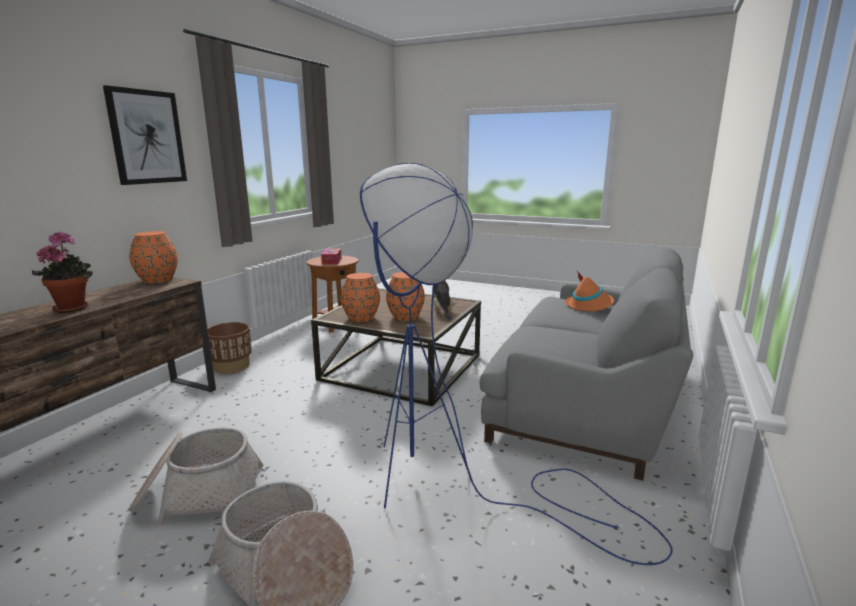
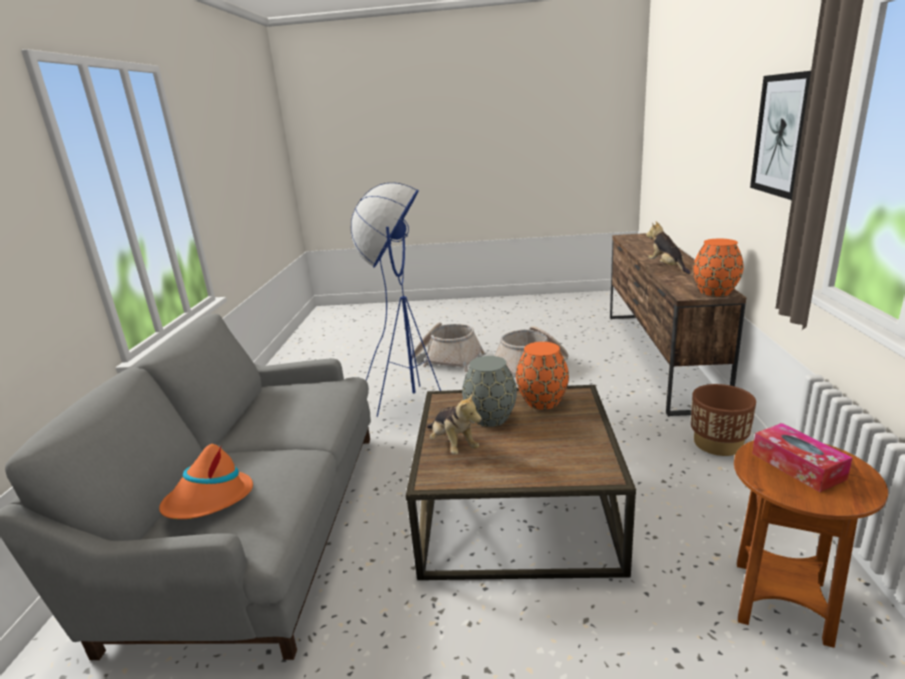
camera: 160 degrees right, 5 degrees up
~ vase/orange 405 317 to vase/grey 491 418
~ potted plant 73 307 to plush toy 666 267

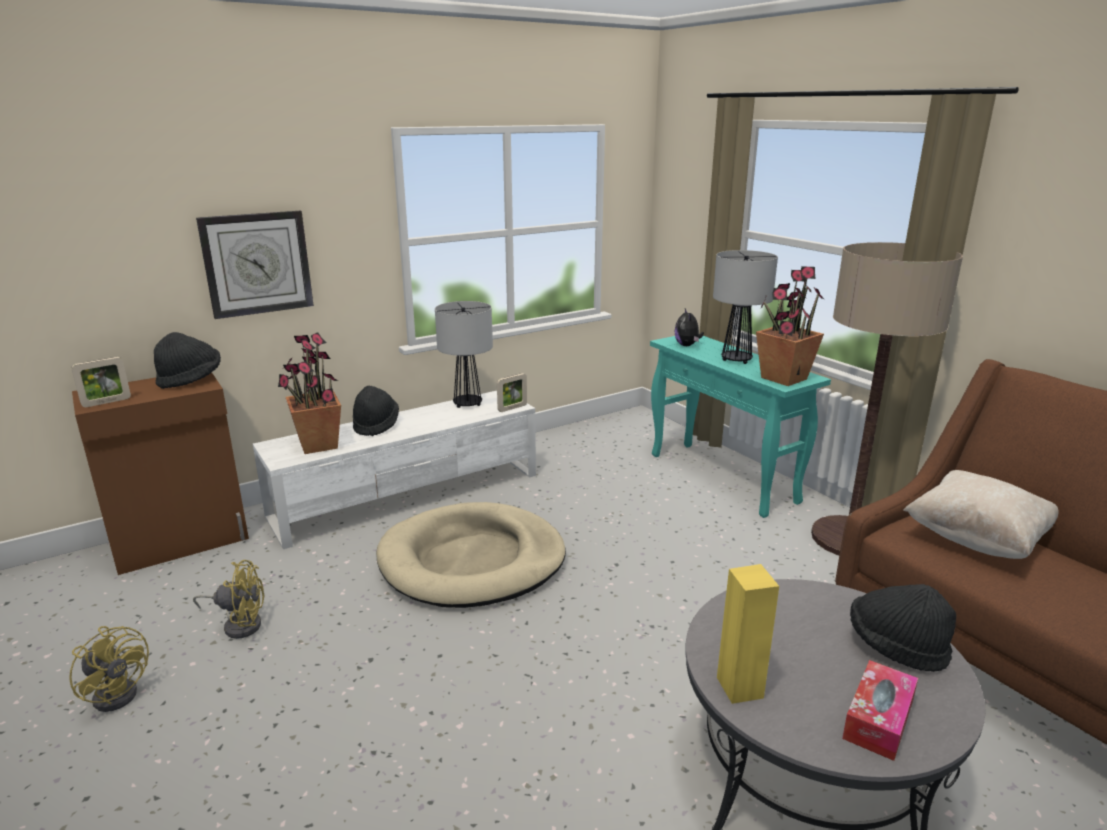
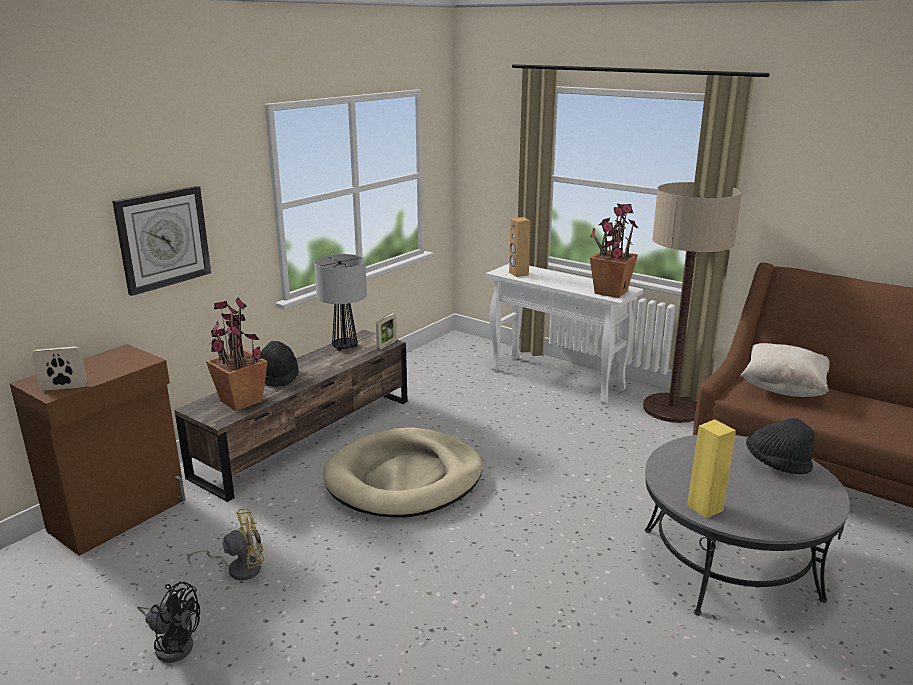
camera: 20 degrees left, 0 degrees up
~ picture frame 106 402 = 64 388 135 degrees counterclockwise
~ fan/yellow 119 691 to fan/black 173 644
~ tv stand/white 409 495 to tv stand/brown 308 436
~ console table/turquoise 723 478 to console table/white 557 379
~ plush toy 687 345 to speaker/brown 518 274
- hat/black 190 379
- table lamp 737 360
- tissue box 878 719

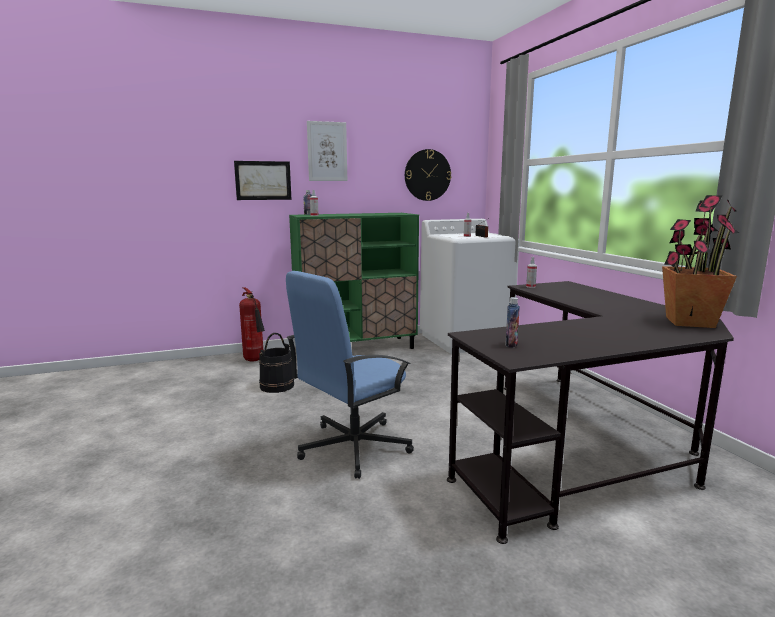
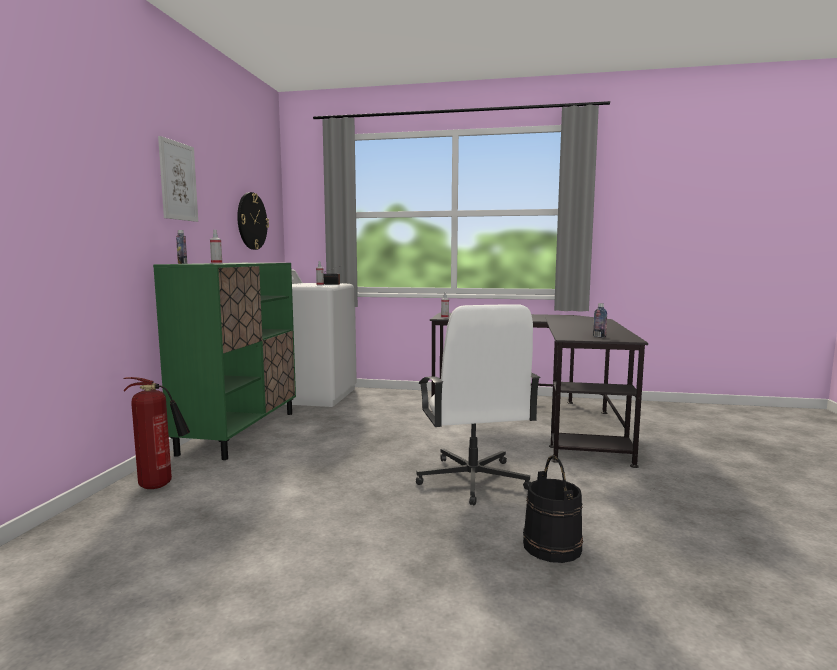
camera: 60 degrees left, 5 degrees down
~ office chair/blue 352 447 to office chair/white 472 480
~ bucket/black 277 386 to 552 546
- picture 263 180
- potted plant 689 322

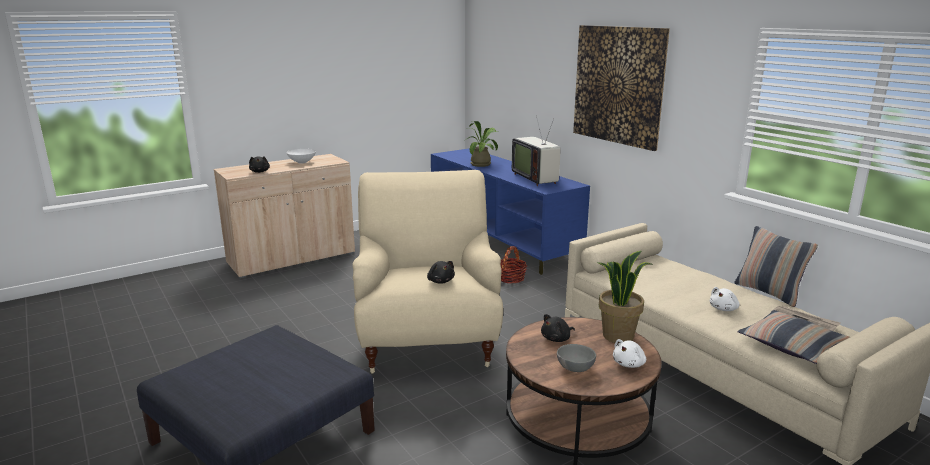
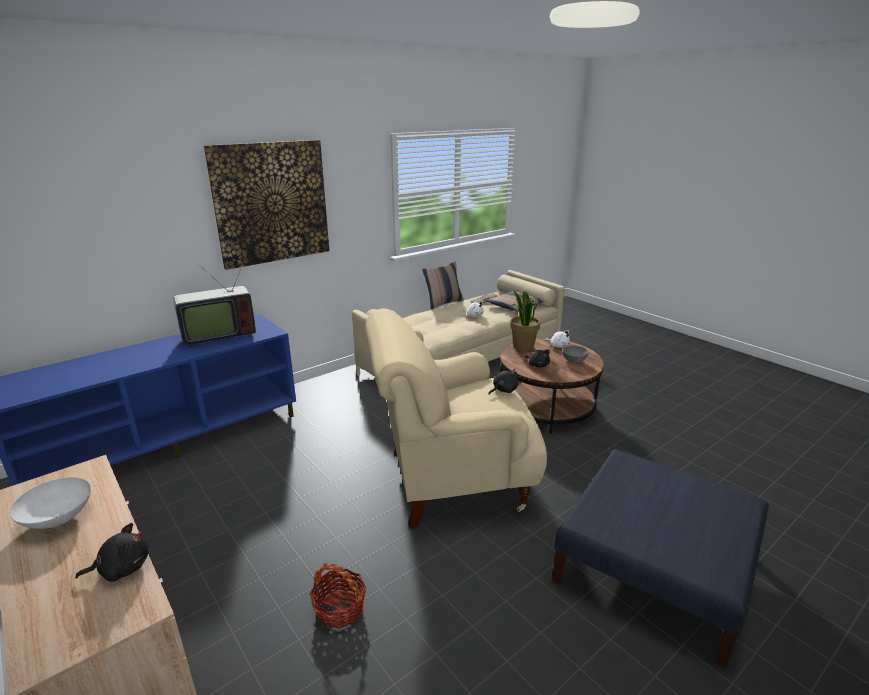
camera: 95 degrees left, 5 degrees up
~ basket 510 278 to 339 608
- potted plant 482 164

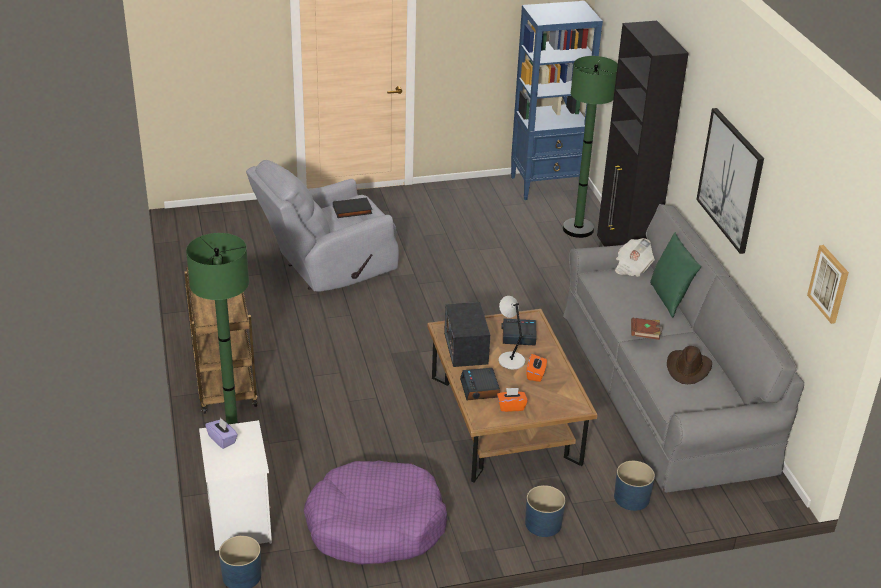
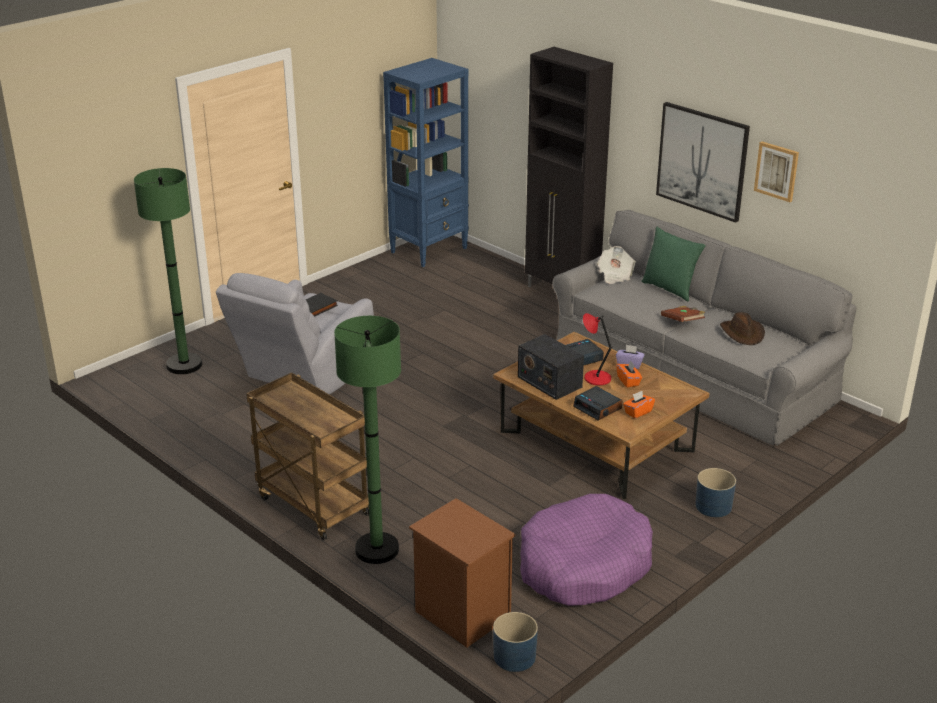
camera: 30 degrees left, 5 degrees down
~ floor lamp/green 578 229 to 184 365
~ nightstand/white 238 521 to nightstand/brown 460 614
~ table lamp/grey 510 360 to table lamp/red 595 378
~ tissue box/purple 222 439 to 629 364
~ picture 829 283 to 777 171
- planter/blue 631 498

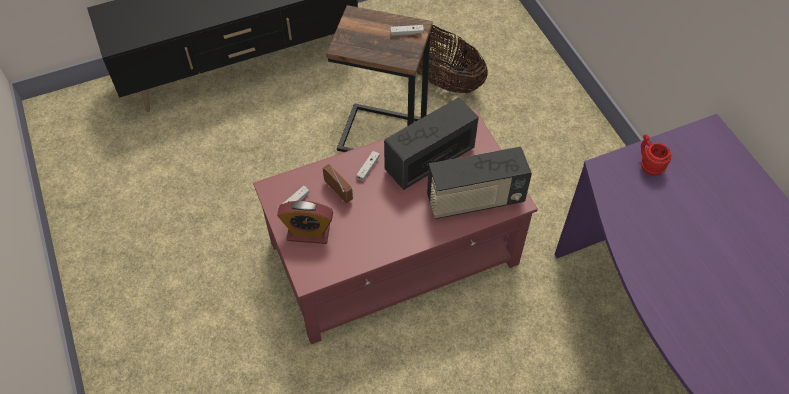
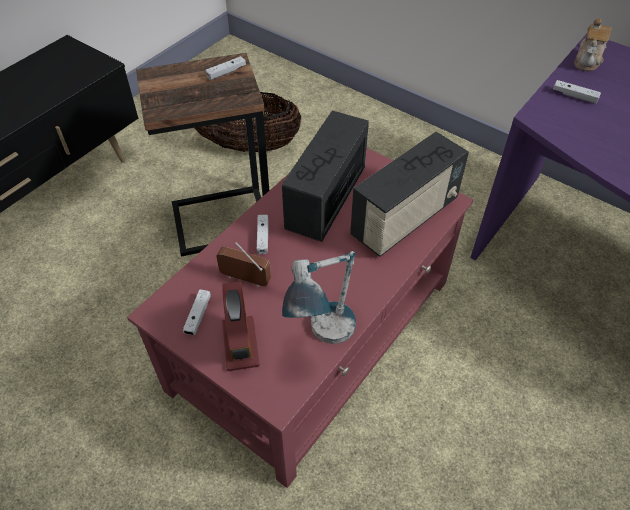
camera: 30 degrees left, 5 degrees down
~ alarm clock 308 233 = 240 344 75 degrees counterclockwise
+ table lamp 323 340
~ mug/red 648 165 to game controller/white 574 96
+ teapot 588 60

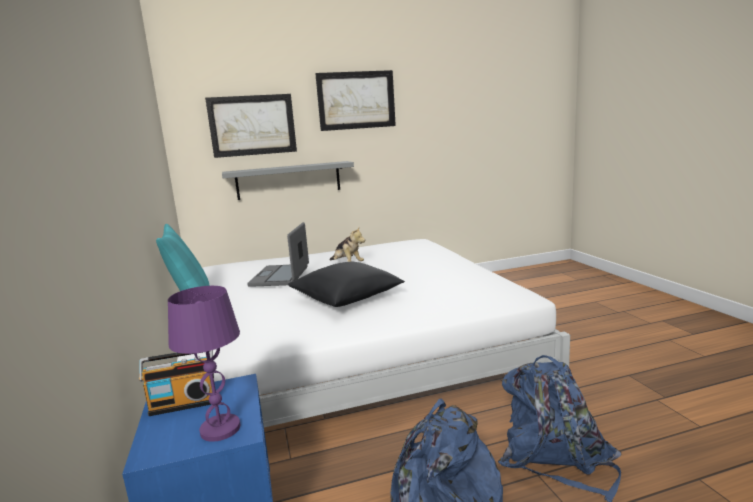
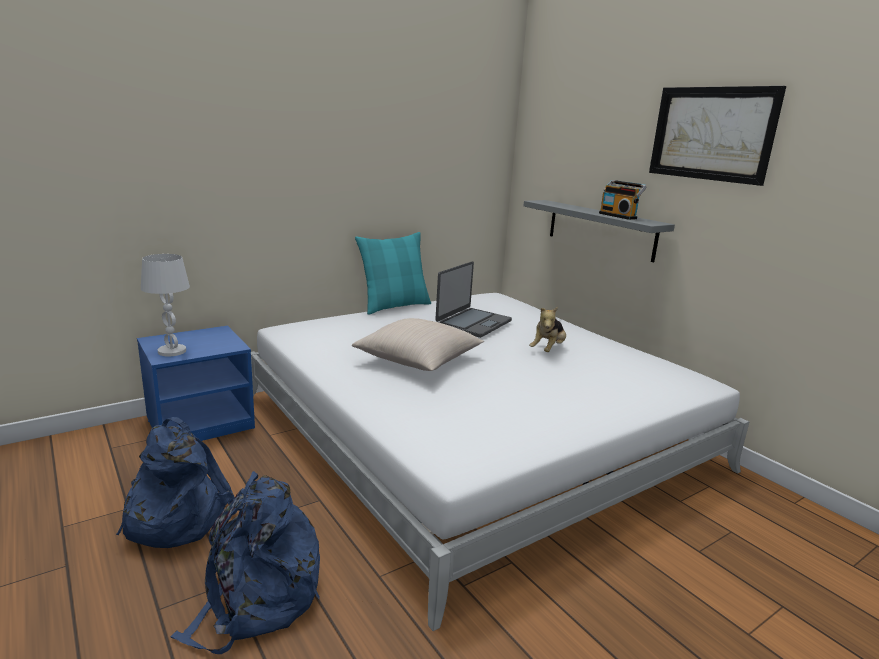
camera: 70 degrees right, 5 degrees up
~ table lamp/purple 220 428 to table lamp/white 172 351
~ pillow/black 346 298 to pillow/beige 418 360
~ laptop 281 276 = 473 323 135 degrees clockwise
~ radio 183 403 to 619 216
- picture 252 125

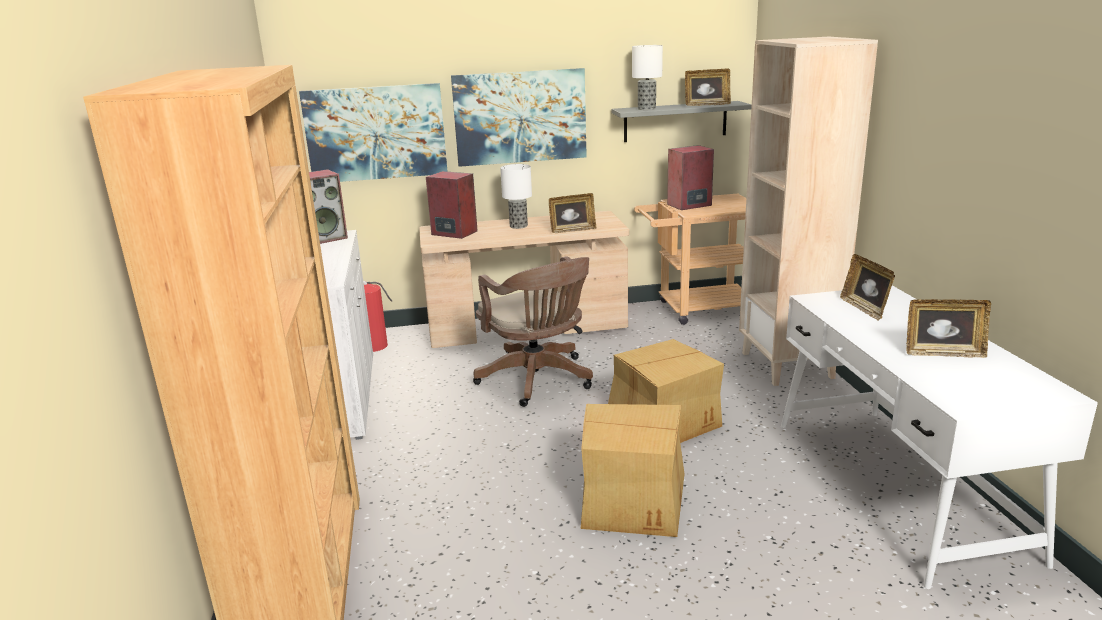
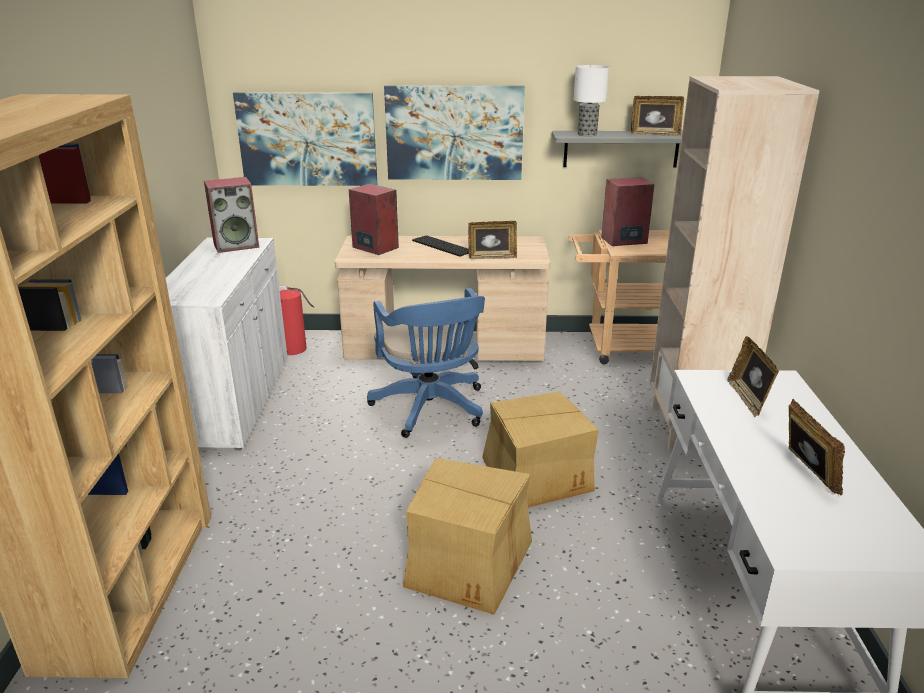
camera: 10 degrees right, 5 degrees up
~ office chair/brown 538 381 to office chair/blue 431 410
~ table lamp 518 226 to keyboard 441 246
~ picture frame 943 353 = 806 473 120 degrees counterclockwise

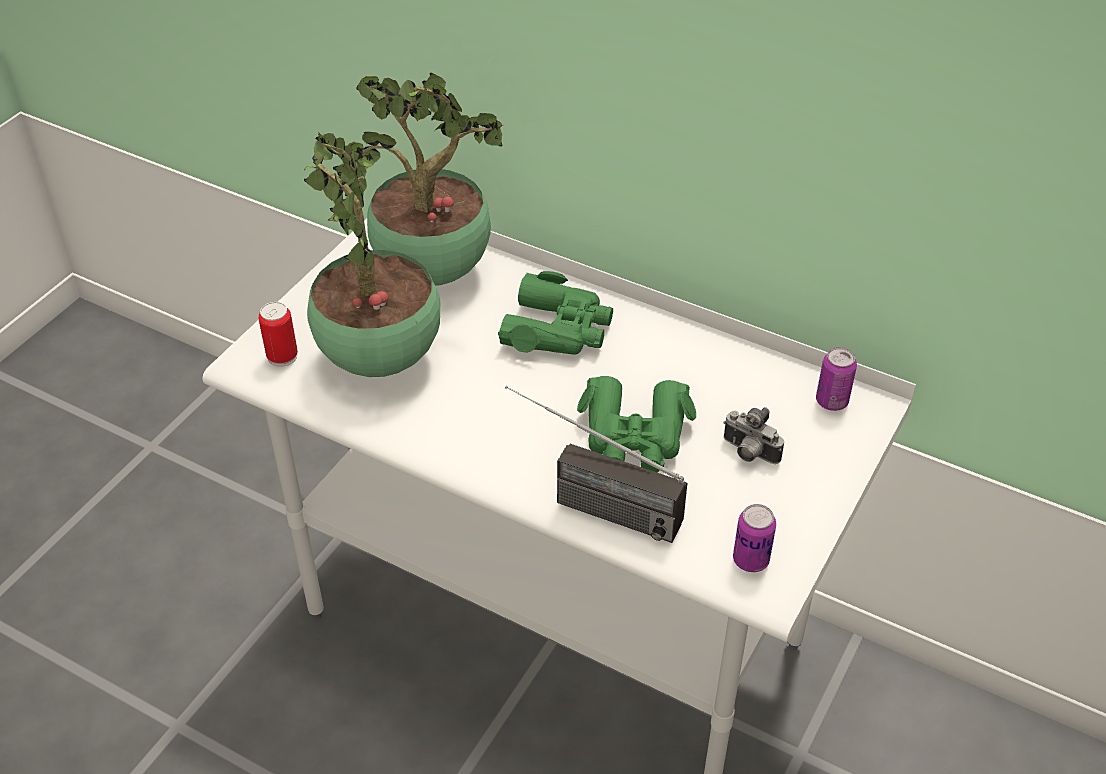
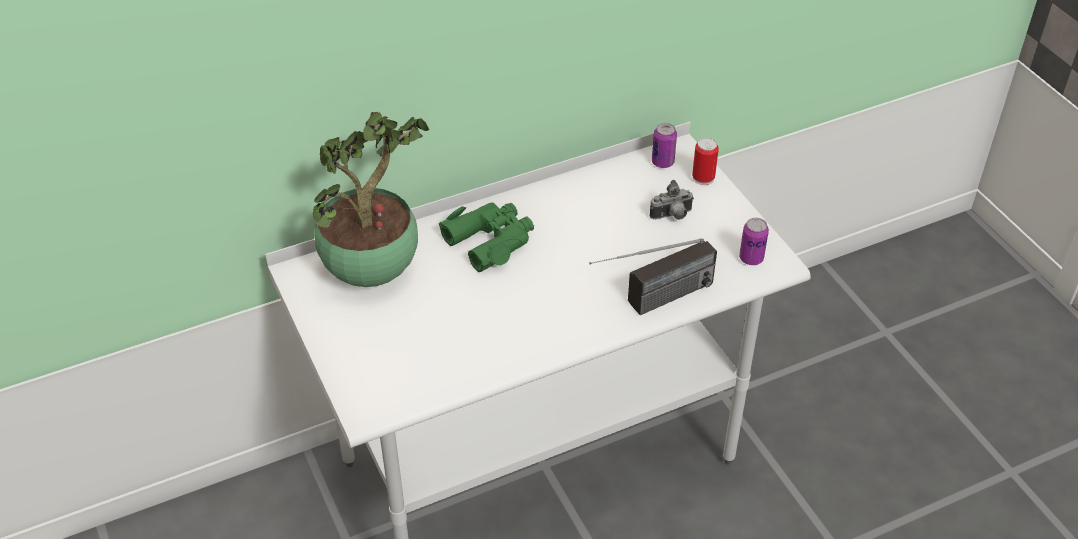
camera: 55 degrees left, 0 degrees up
~ can 282 356 to 703 178
- potted plant 381 361
- binoculars/green 635 436

